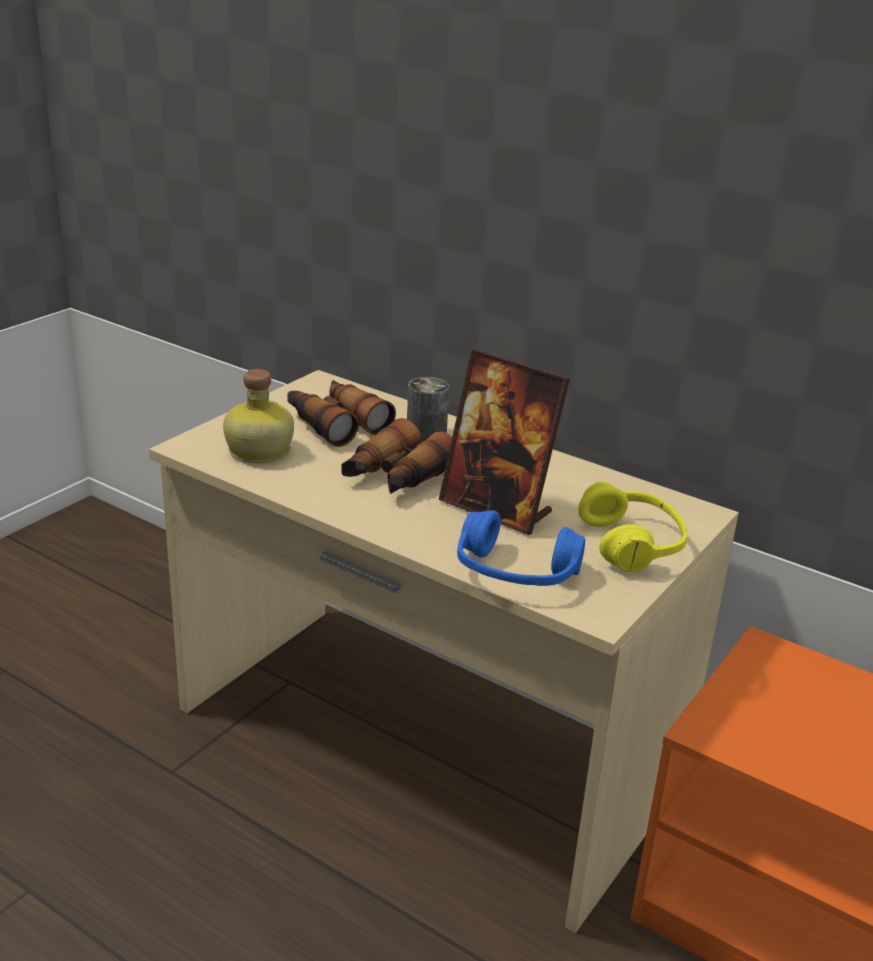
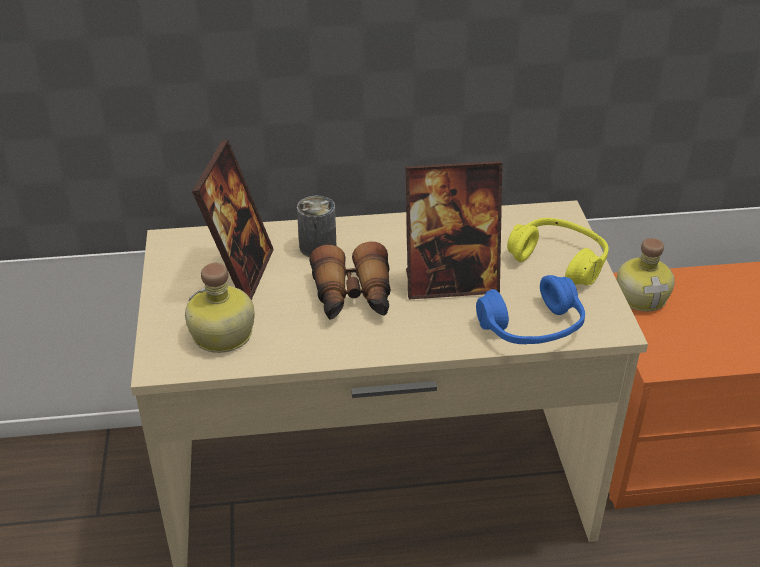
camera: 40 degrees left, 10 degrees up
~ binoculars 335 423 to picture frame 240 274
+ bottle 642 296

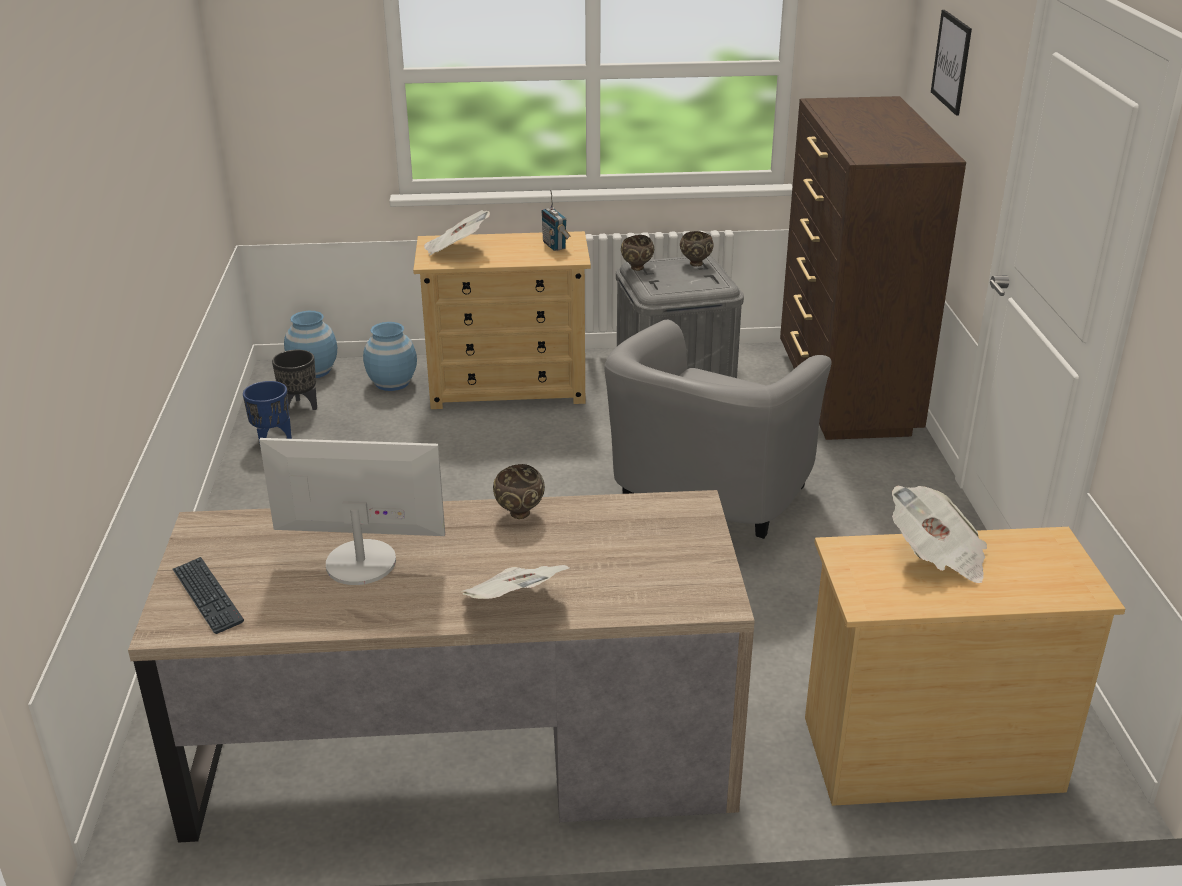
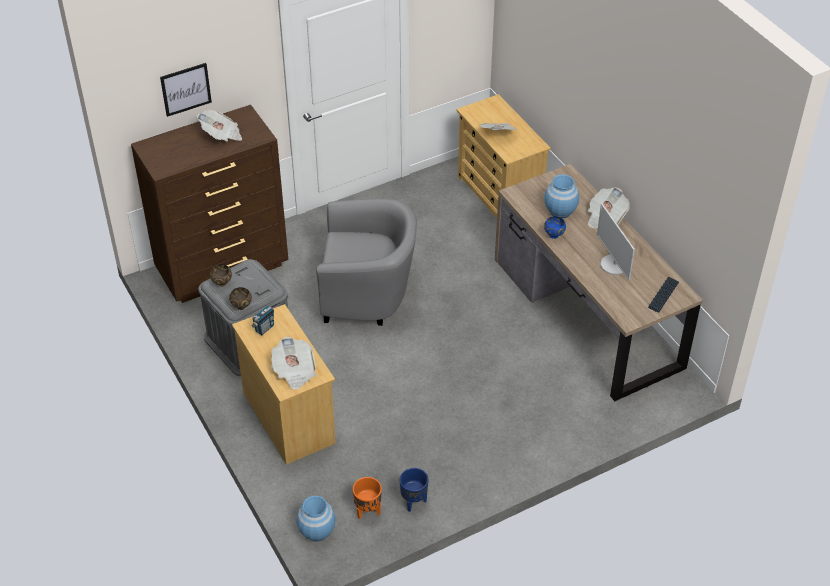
camera: 115 degrees left, 15 degrees up
+ newspaper 221 135
~ planter/black 300 407 to planter/orange 367 511
~ bowl/brown 519 514 to bowl/blue 554 236
~ vase/blue 392 383 to 560 211

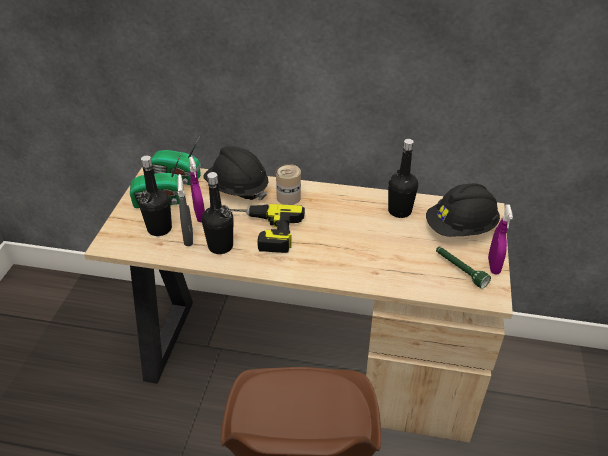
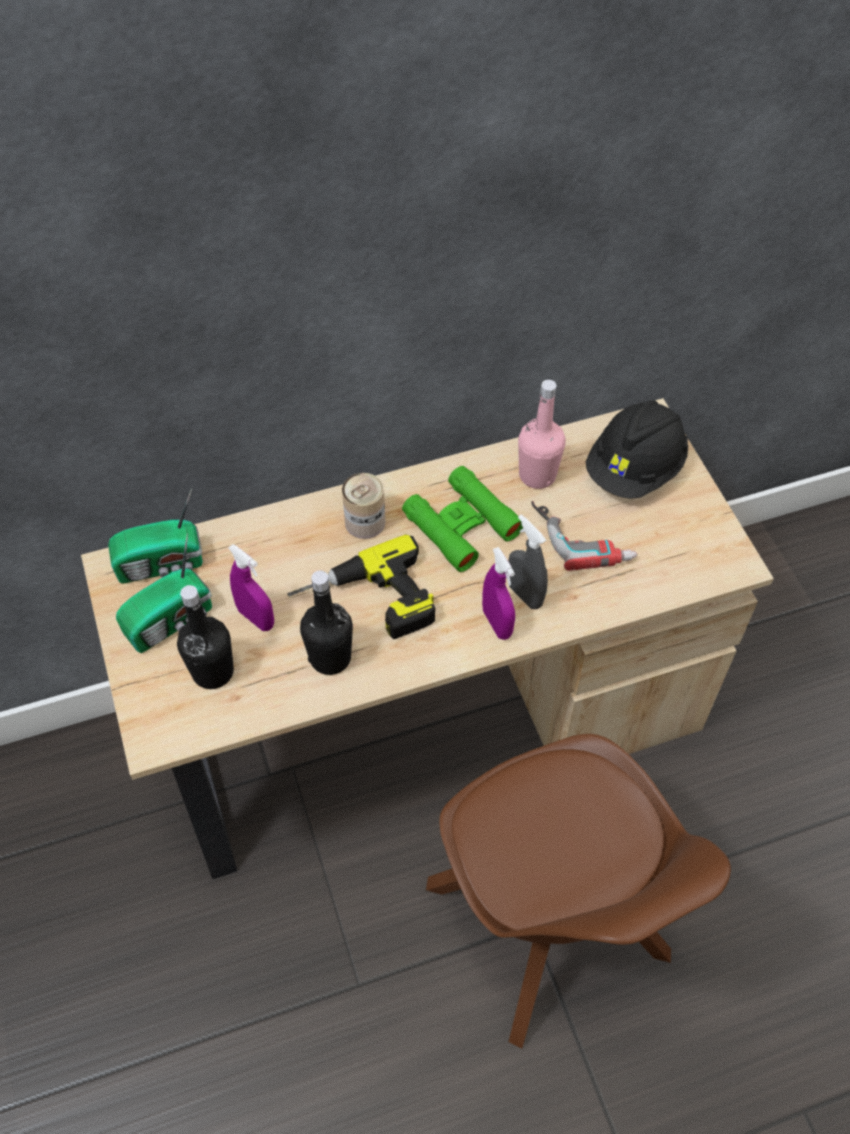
camera: 30 degrees left, 15 degrees up
+ binoculars/green 462 525
~ spray bottle/purple 493 266 to 497 623
~ spray bottle/grey 188 238 to 524 595
~ bottle/black 399 211 to bottle/pink 537 475
+ power drill 583 535
- hard hat/black 237 189
- flashlight/green 459 270

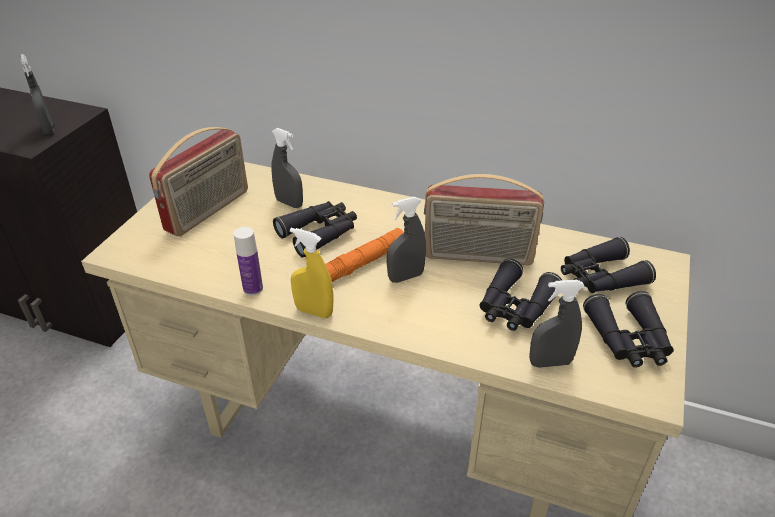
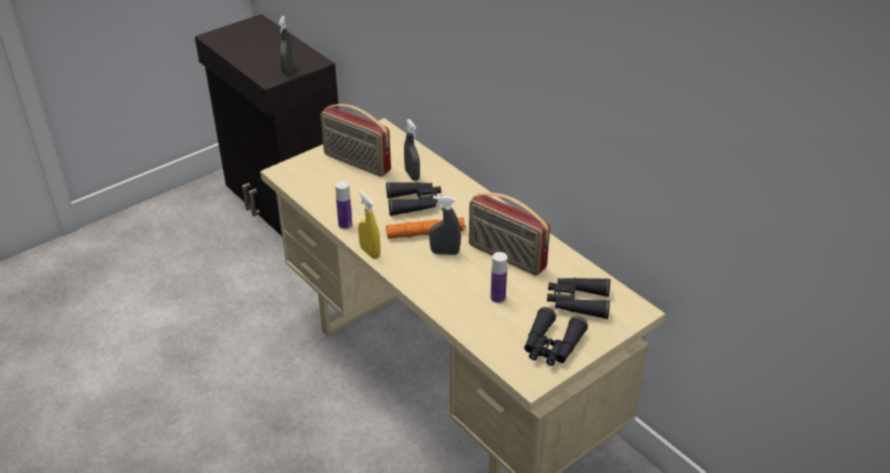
camera: 30 degrees right, 0 degrees up
~ radio 209 211 = 356 163 60 degrees clockwise
~ binoculars/black 515 307 to bottle 498 298
- spray bottle/grey 550 362

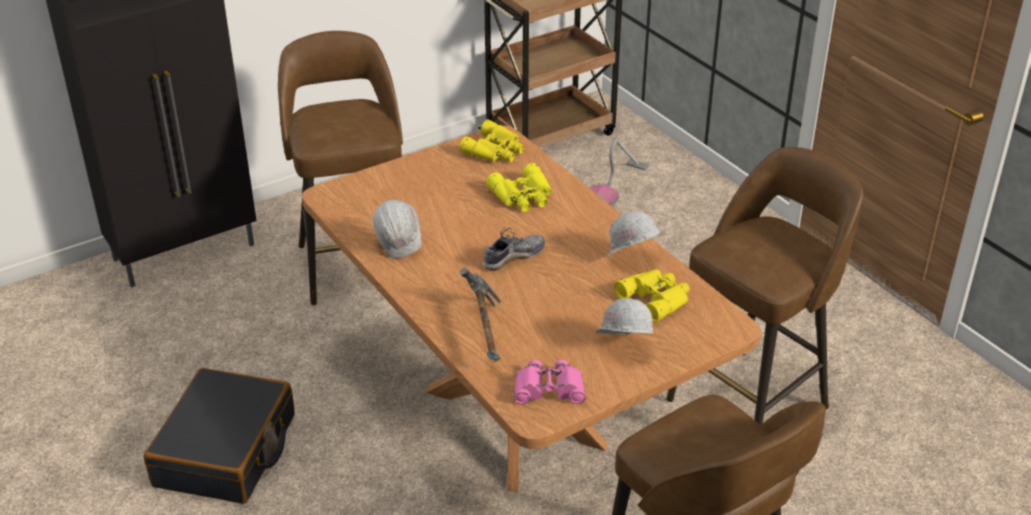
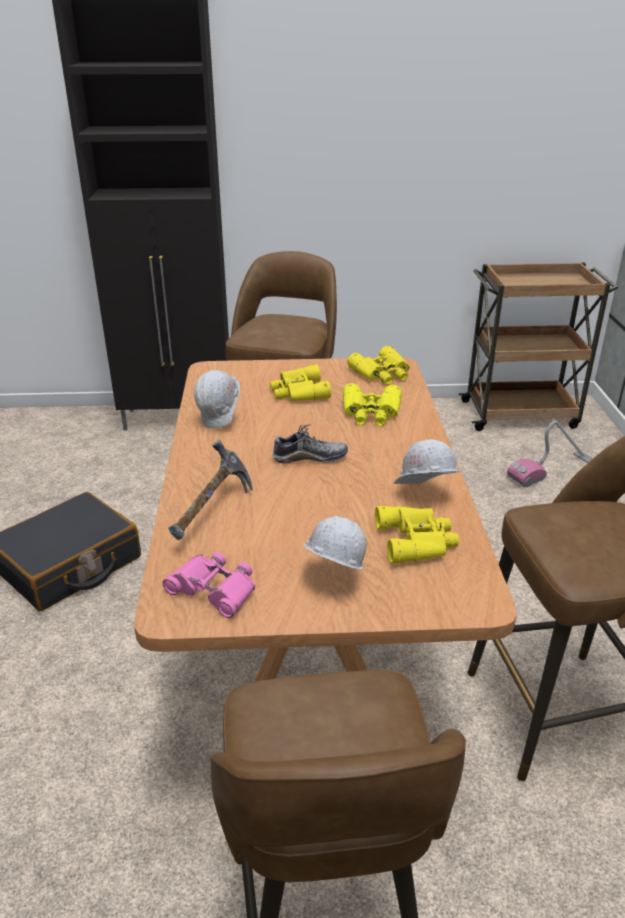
camera: 30 degrees right, 5 degrees down
+ binoculars/yellow 298 392

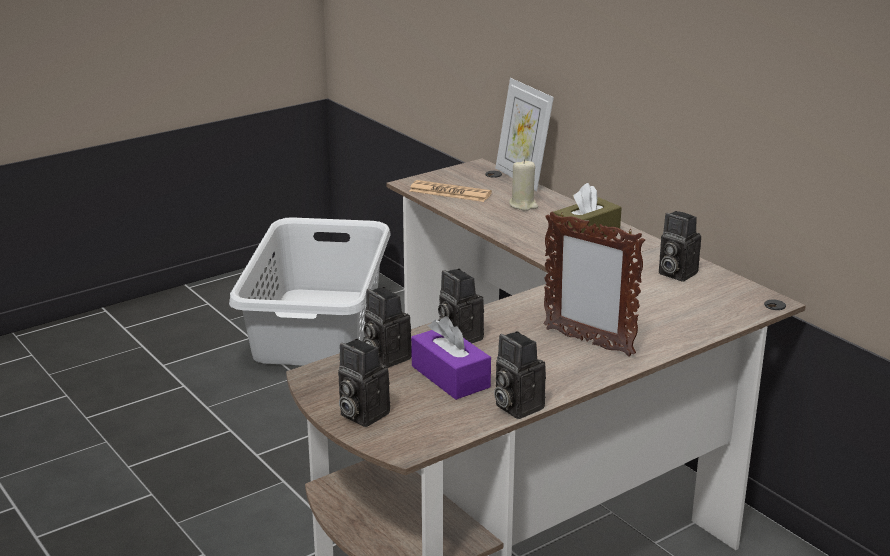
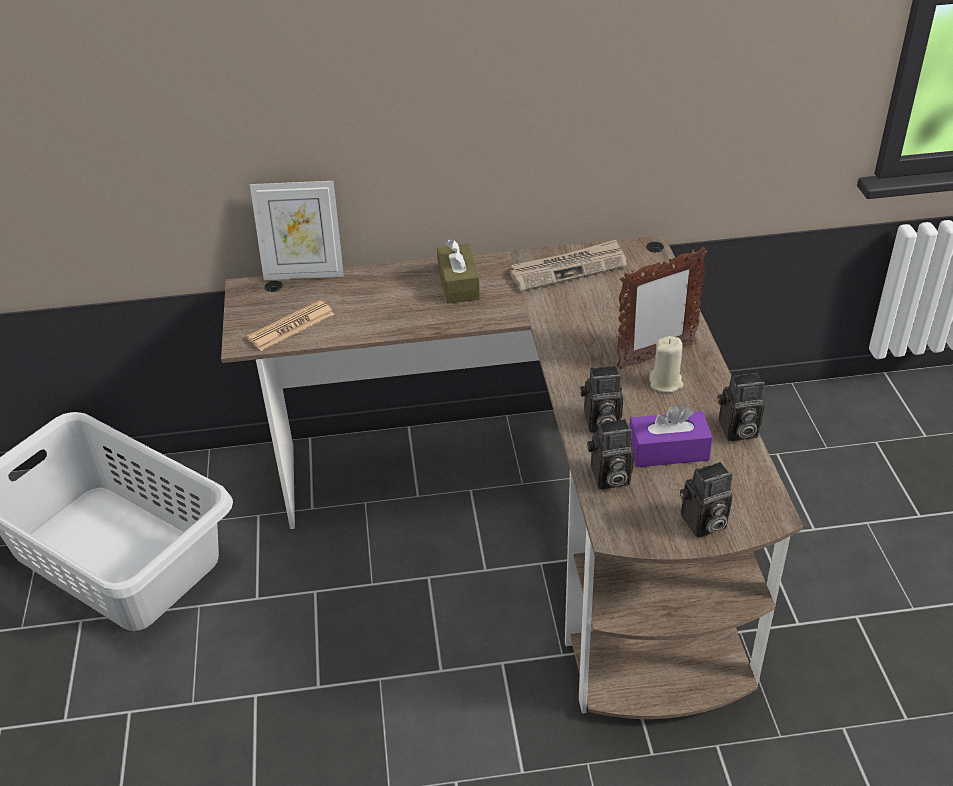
camera: 60 degrees left, 15 degrees up
~ photo camera 674 273 to newspaper 568 269
~ candle/beige 523 205 to 666 383

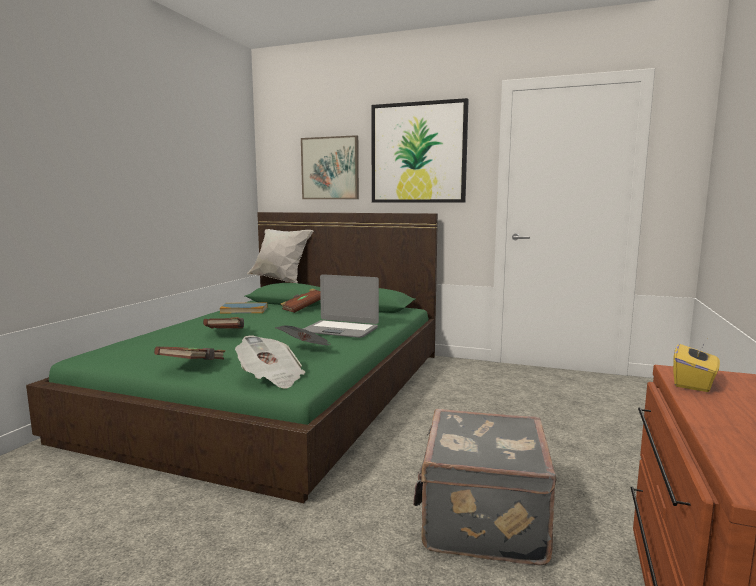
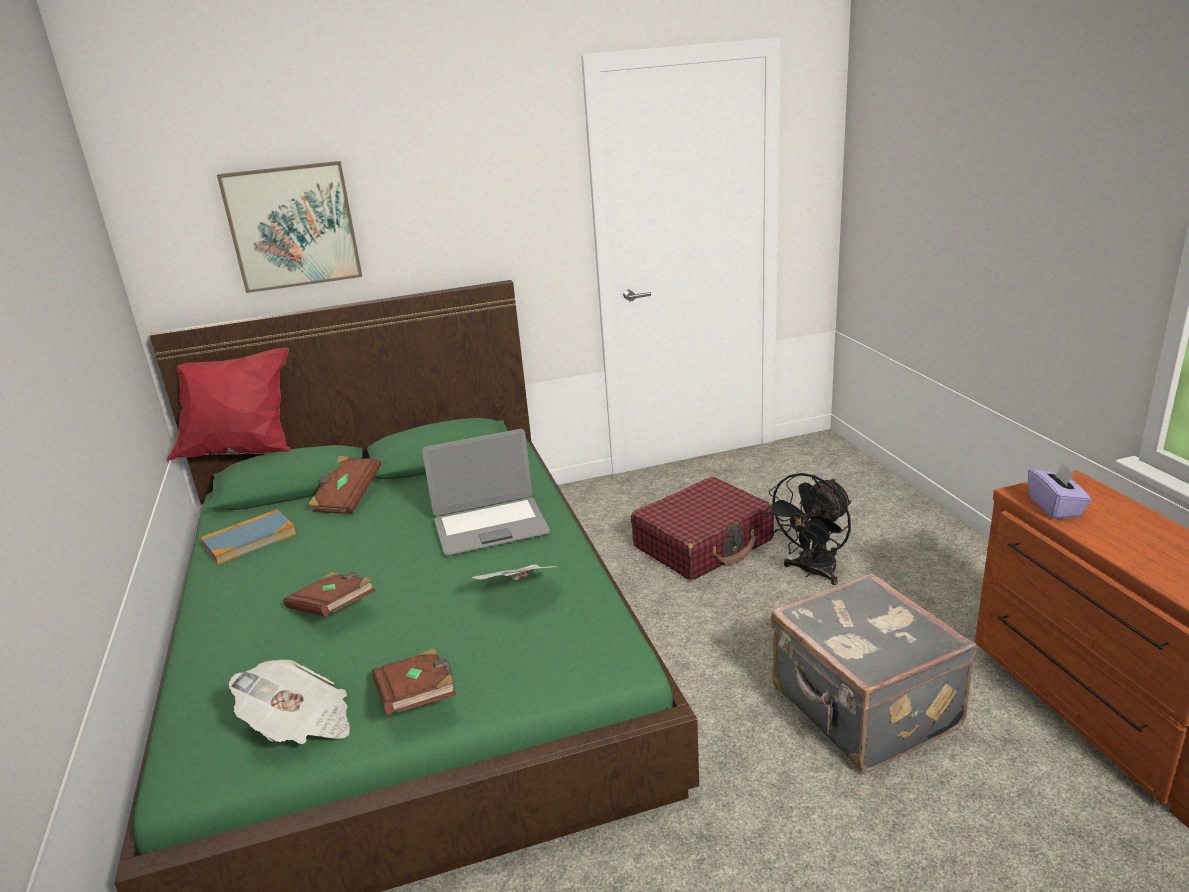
camera: 35 degrees left, 15 degrees up
~ pillow/white 280 280 to pillow/red 241 453
~ newspaper 271 378 to 301 725
+ suitcase/red 703 543
+ fan/black 812 572
~ tissue box/yellow 693 383 to tissue box/purple 1055 507
- picture 418 153

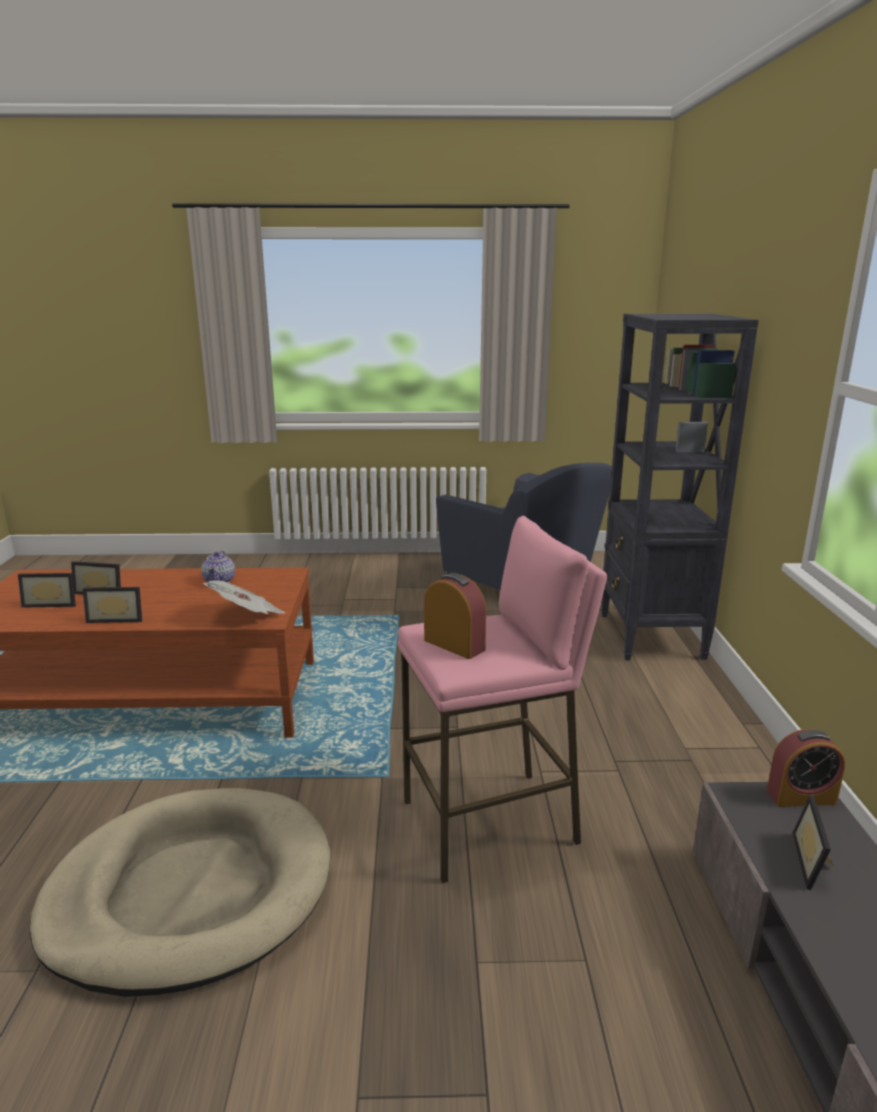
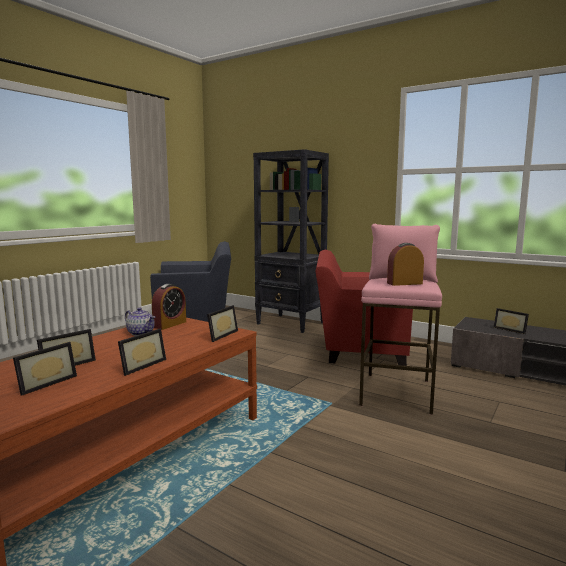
camera: 55 degrees left, 10 degrees down
~ alarm clock 801 797 to 170 324
~ newspaper 247 616 to picture frame 219 335
+ armchair/red 358 350
- dog bed/beige 190 892

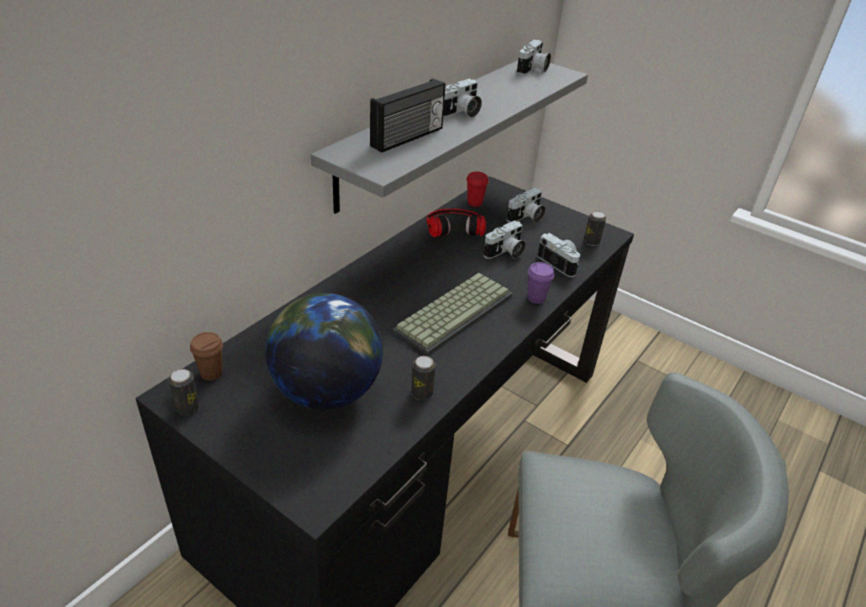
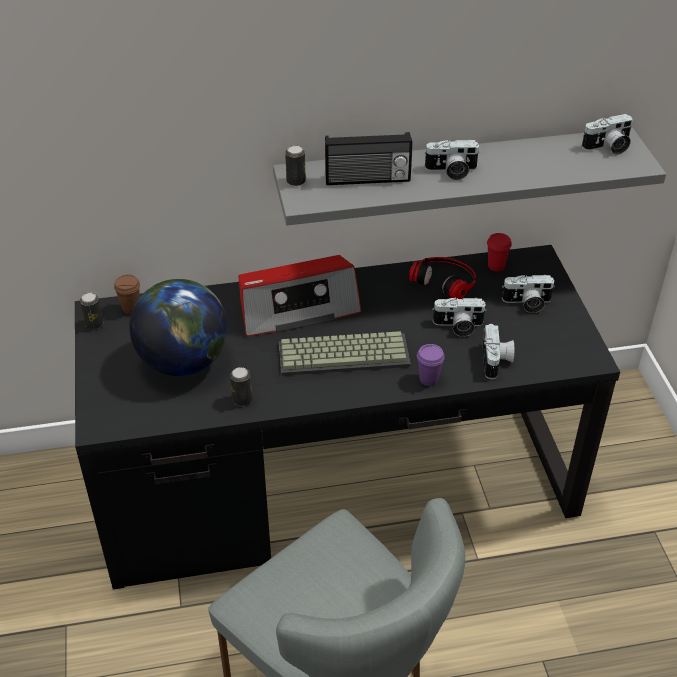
camera: 45 degrees right, 5 degrees up
+ radio 297 308
~ can 591 242 to 296 181

